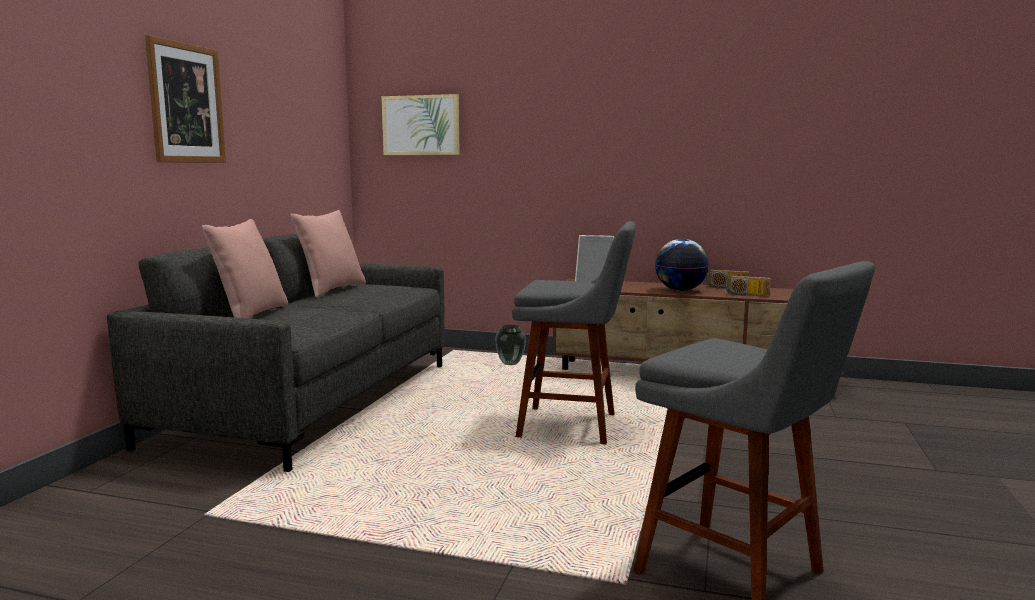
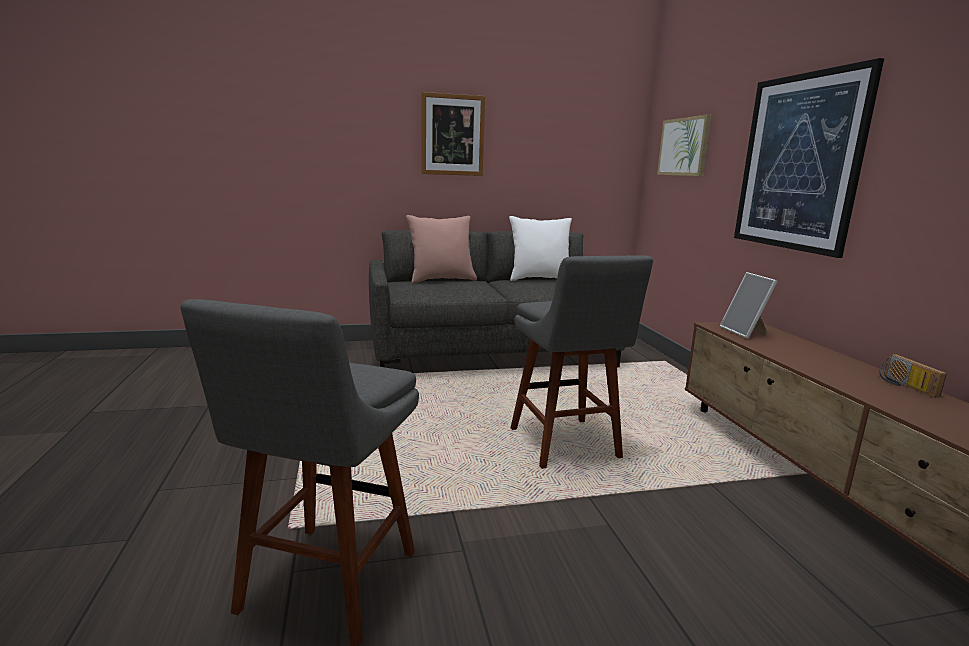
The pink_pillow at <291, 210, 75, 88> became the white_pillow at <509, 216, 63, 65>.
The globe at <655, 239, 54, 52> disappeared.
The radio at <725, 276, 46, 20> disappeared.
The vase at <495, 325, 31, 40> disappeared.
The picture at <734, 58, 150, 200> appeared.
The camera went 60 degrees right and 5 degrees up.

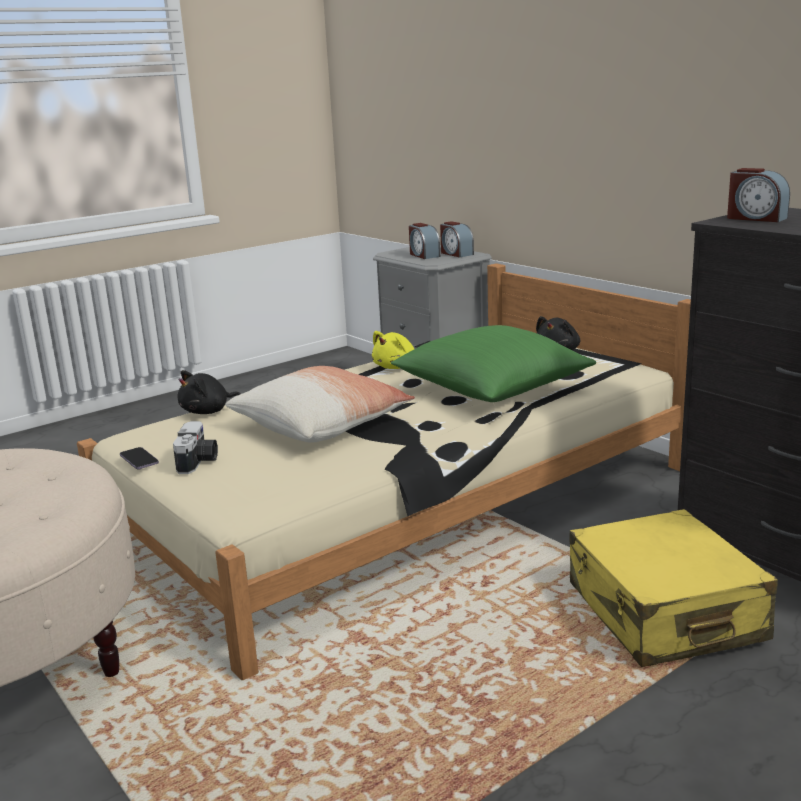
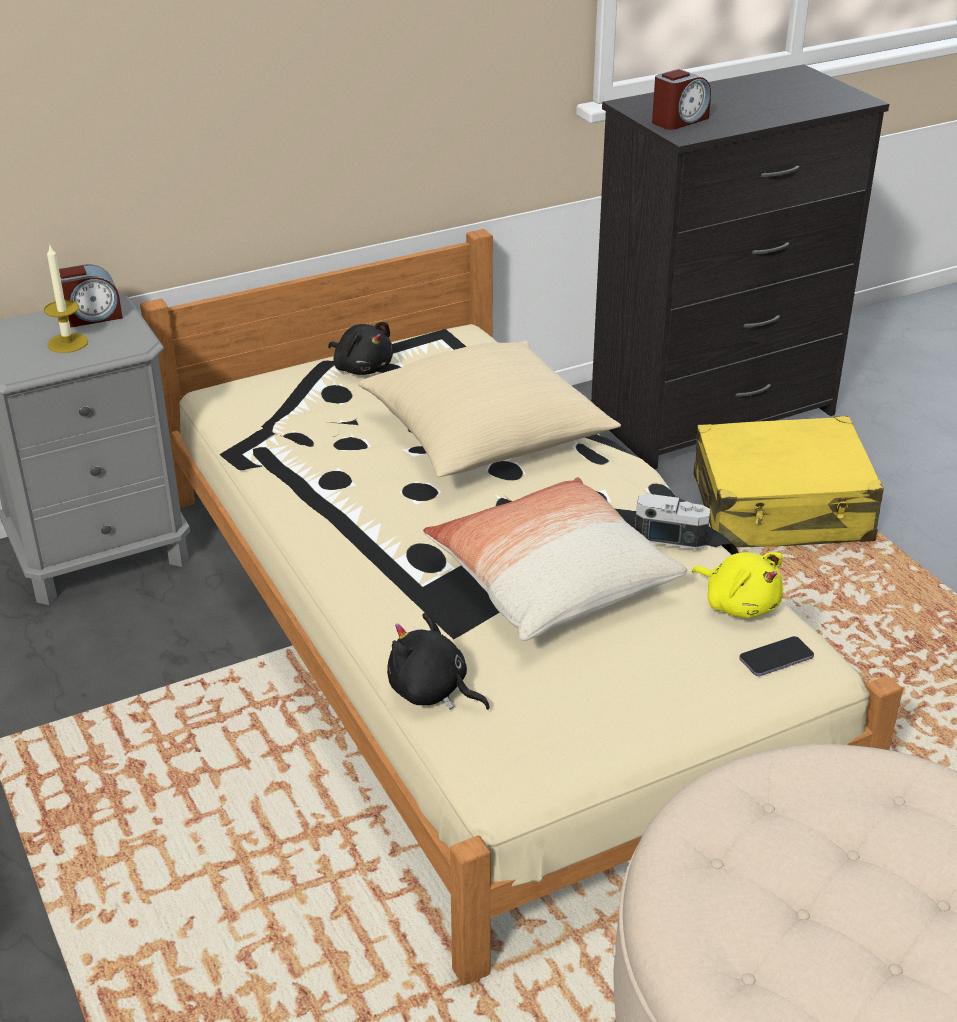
The alarm_clock at <409, 223, 31, 36> was replaced by the candle at <44, 246, 44, 107>.
The green_pillow at <391, 325, 205, 77> became the beige_pillow at <358, 341, 263, 136>.
The yellow_plush_toy moved from <372, 331, 42, 38> to <692, 552, 91, 66>.
The black_plush_toy at <178, 370, 63, 44> turned 150 degrees clockwise.
The photo_camera moved from <173, 421, 45, 53> to <635, 494, 76, 55>.
The phone moved from <120, 447, 39, 22> to <739, 636, 75, 40>.
The camera went 80 degrees left and 15 degrees up.

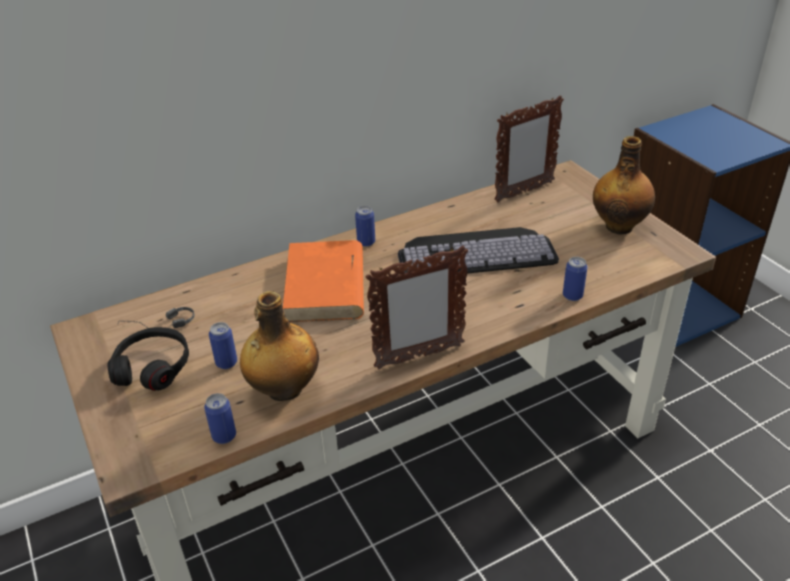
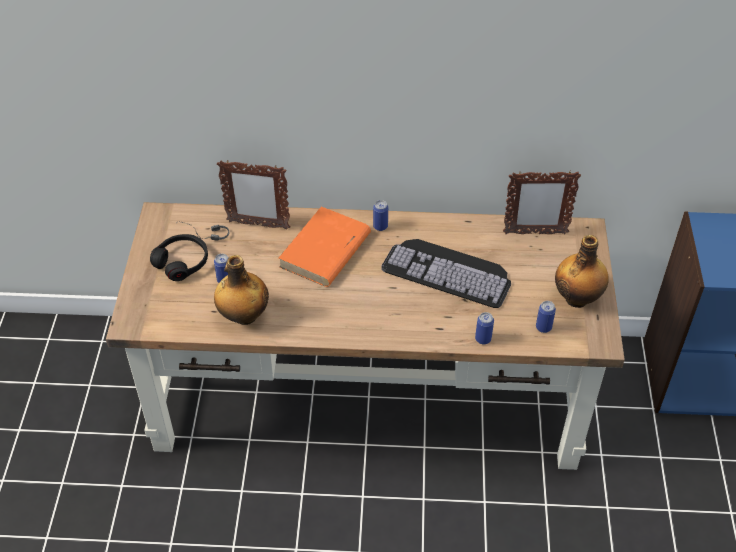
The picture_frame moved from <365, 245, 103, 125> to <217, 160, 74, 70>.
The can moved from <204, 393, 32, 51> to <536, 301, 20, 32>.
The camera went 30 degrees right and 10 degrees up.

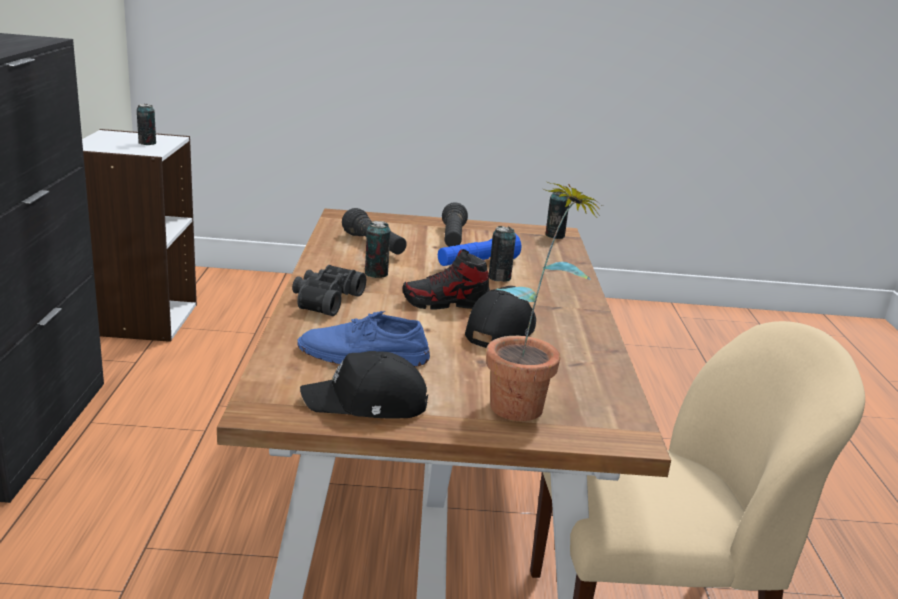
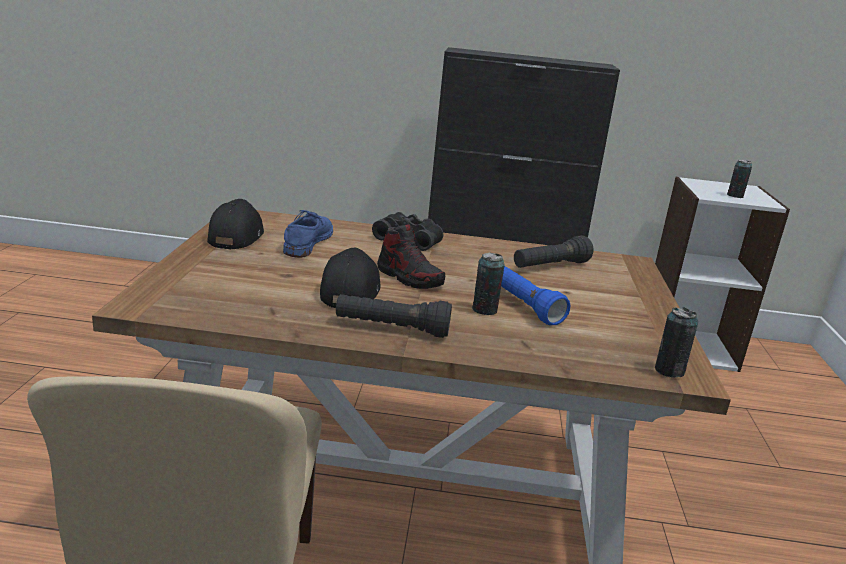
The potted_plant at <486, 181, 117, 240> disappeared.
The black_flashlight moved from <442, 202, 26, 45> to <336, 294, 116, 44>.
The can at <365, 221, 26, 57> disappeared.
The shoe at <403, 249, 87, 61> turned 135 degrees clockwise.
The black_cap at <465, 286, 71, 62> turned 120 degrees counterclockwise.
The camera went 95 degrees right and 0 degrees up.

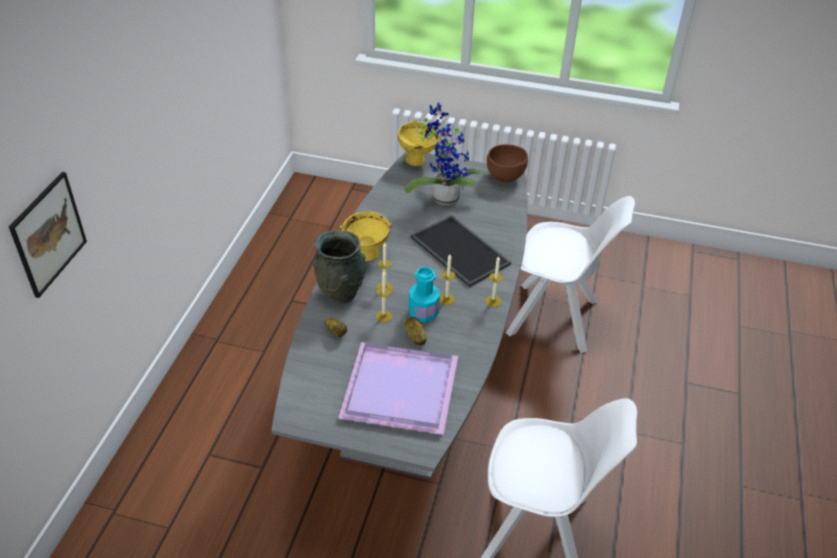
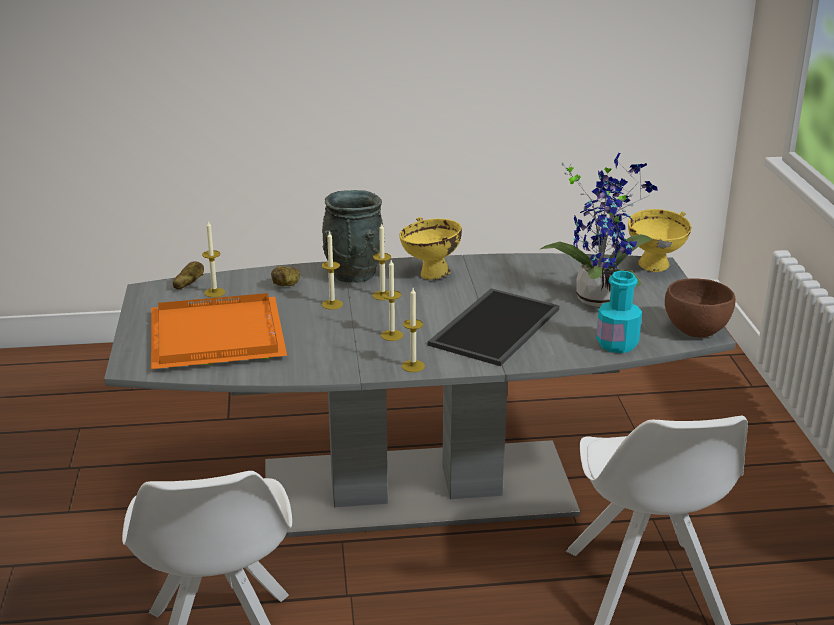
The picture at <9, 172, 78, 126> disappeared.
The turquoise_bottle moved from <409, 267, 31, 55> to <596, 271, 46, 82>.
The potato moved from <405, 317, 22, 28> to <173, 262, 31, 27>.
The purple_tray at <338, 342, 120, 93> became the orange_tray at <151, 293, 136, 76>.
The candle at <202, 221, 23, 77> appeared.
The camera went 70 degrees right and 15 degrees down.

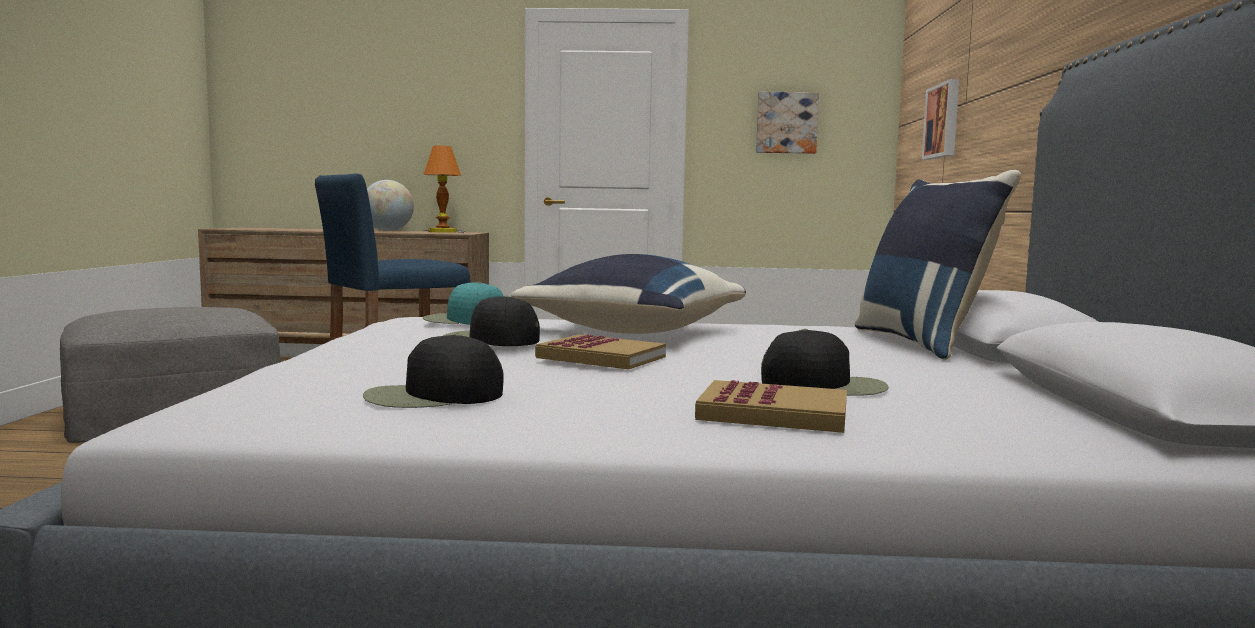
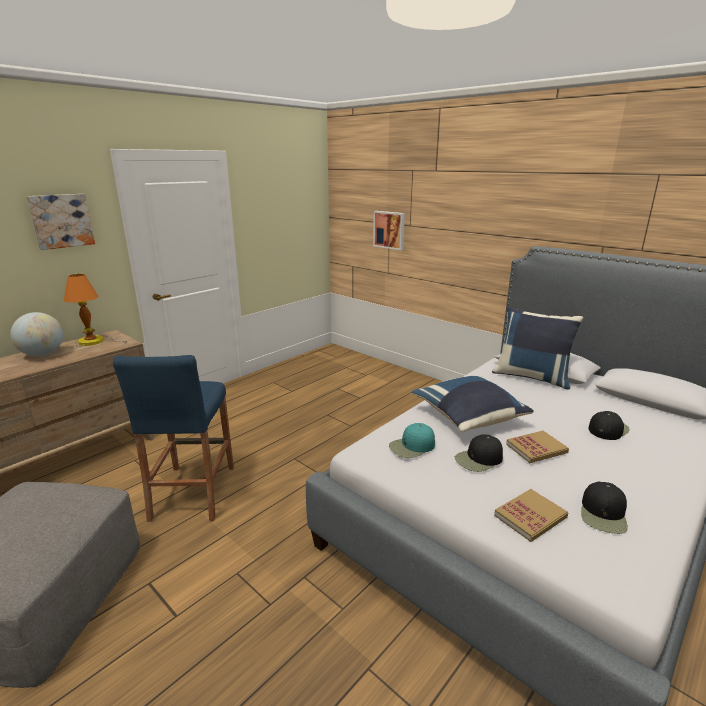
The picture moved from <756, 92, 63, 62> to <27, 194, 68, 56>.
The book moved from <695, 380, 152, 53> to <494, 489, 74, 53>.
The camera went 50 degrees left and 15 degrees up.

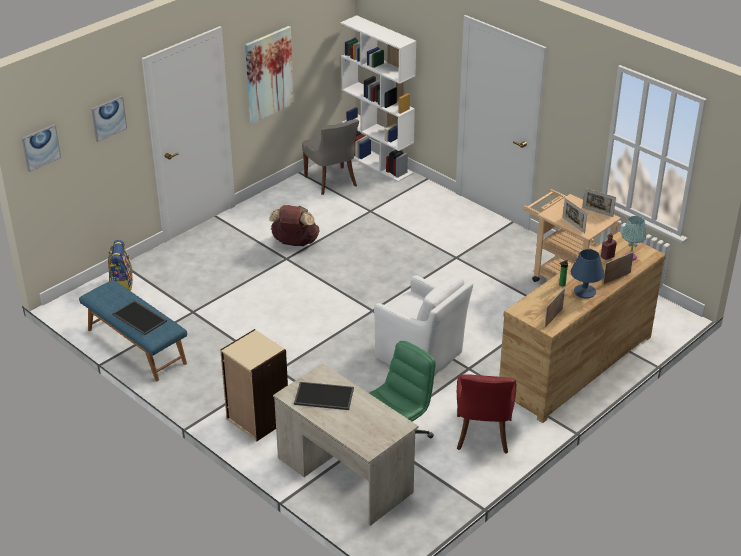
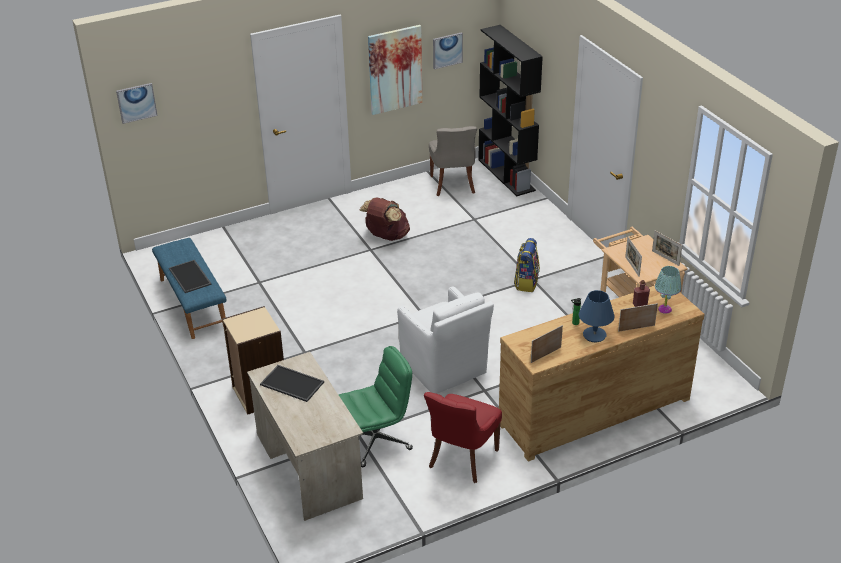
The white_bookcase at <341, 15, 75, 167> became the black_bookcase at <478, 25, 65, 171>.
The picture moved from <91, 96, 36, 46> to <433, 32, 30, 37>.
The backpack moved from <108, 240, 25, 51> to <514, 238, 26, 54>.
The camera went 20 degrees right and 0 degrees up.

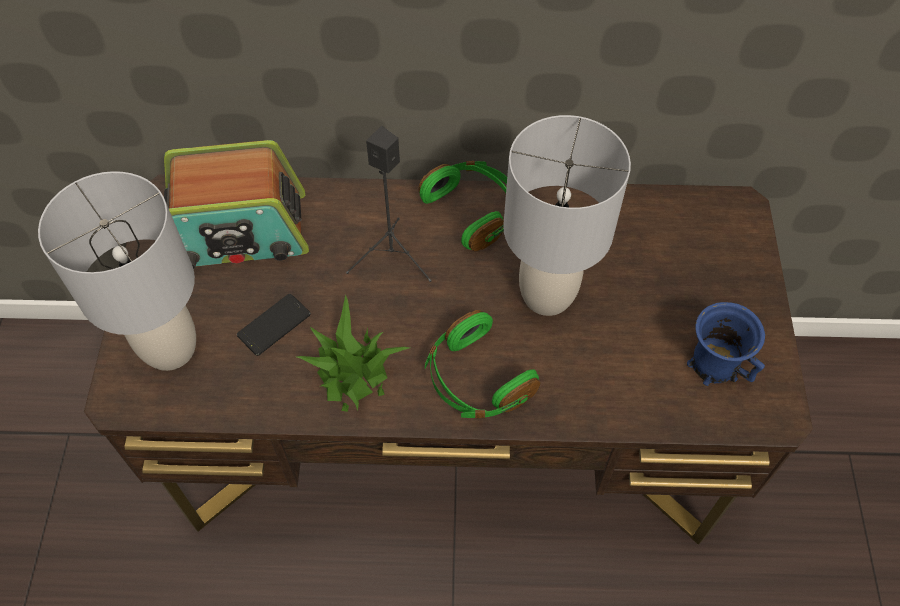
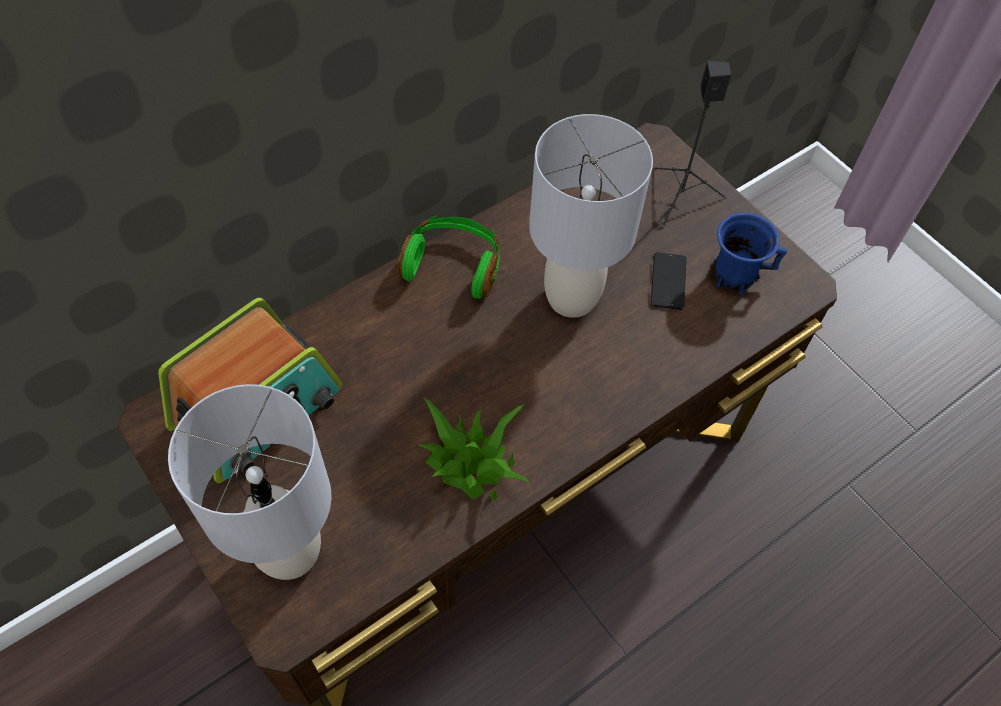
The black_speaker moved from <346, 126, 85, 156> to <653, 61, 78, 168>.
The phone moved from <237, 294, 74, 62> to <651, 252, 36, 58>.
The green_headphones at <425, 310, 115, 108> disappeared.
The camera went 40 degrees left and 0 degrees up.

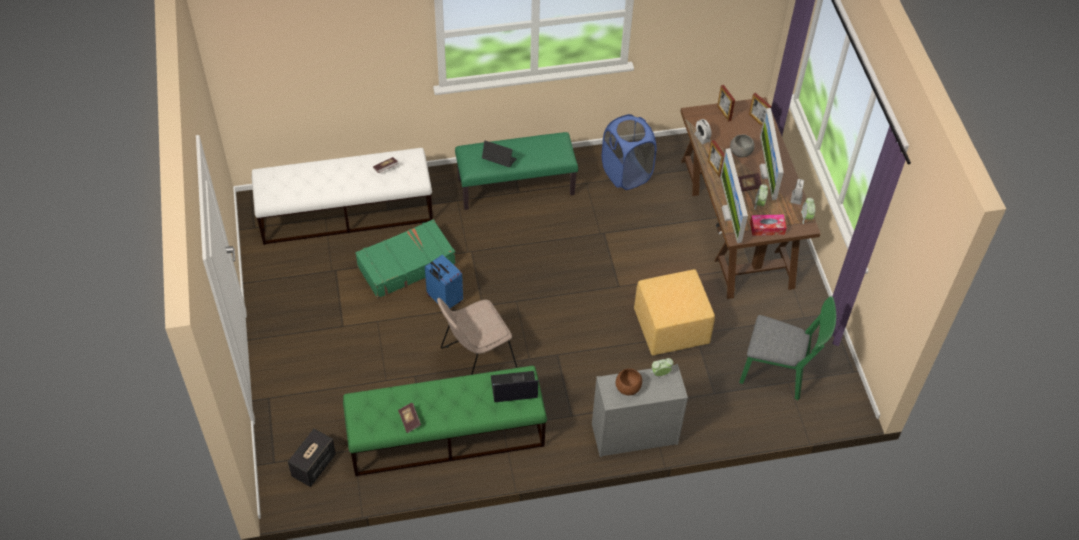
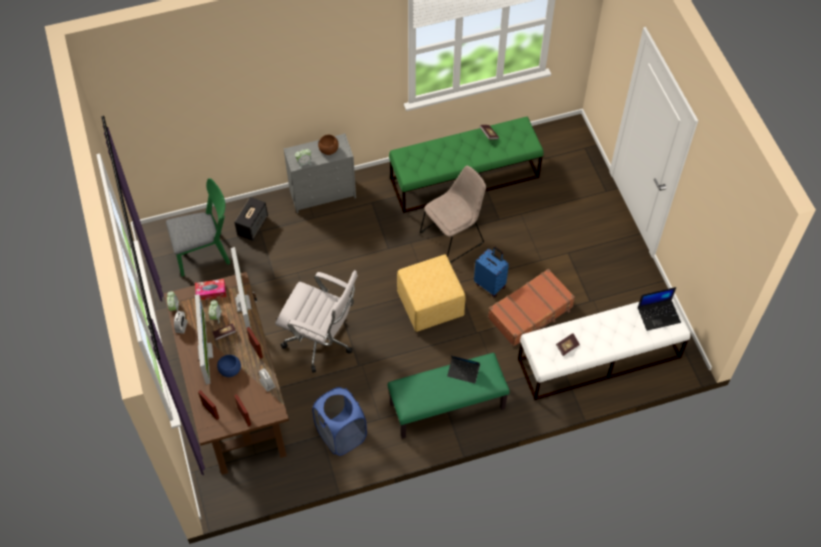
The grey_bowl at <730, 135, 25, 23> became the blue_bowl at <217, 355, 24, 22>.
The green_suitcase at <355, 219, 101, 80> became the brown_suitcase at <488, 269, 87, 78>.
The yellow_ottoman moved from <634, 269, 81, 86> to <397, 254, 69, 78>.
The green_chair at <739, 296, 97, 105> turned 150 degrees clockwise.
The laptop moved from <491, 371, 47, 31> to <638, 287, 43, 44>.
The speaker moved from <288, 429, 48, 58> to <234, 197, 34, 44>.
The white_office_chair at <275, 270, 83, 103> appeared.
The camera went 175 degrees right and 5 degrees up.

